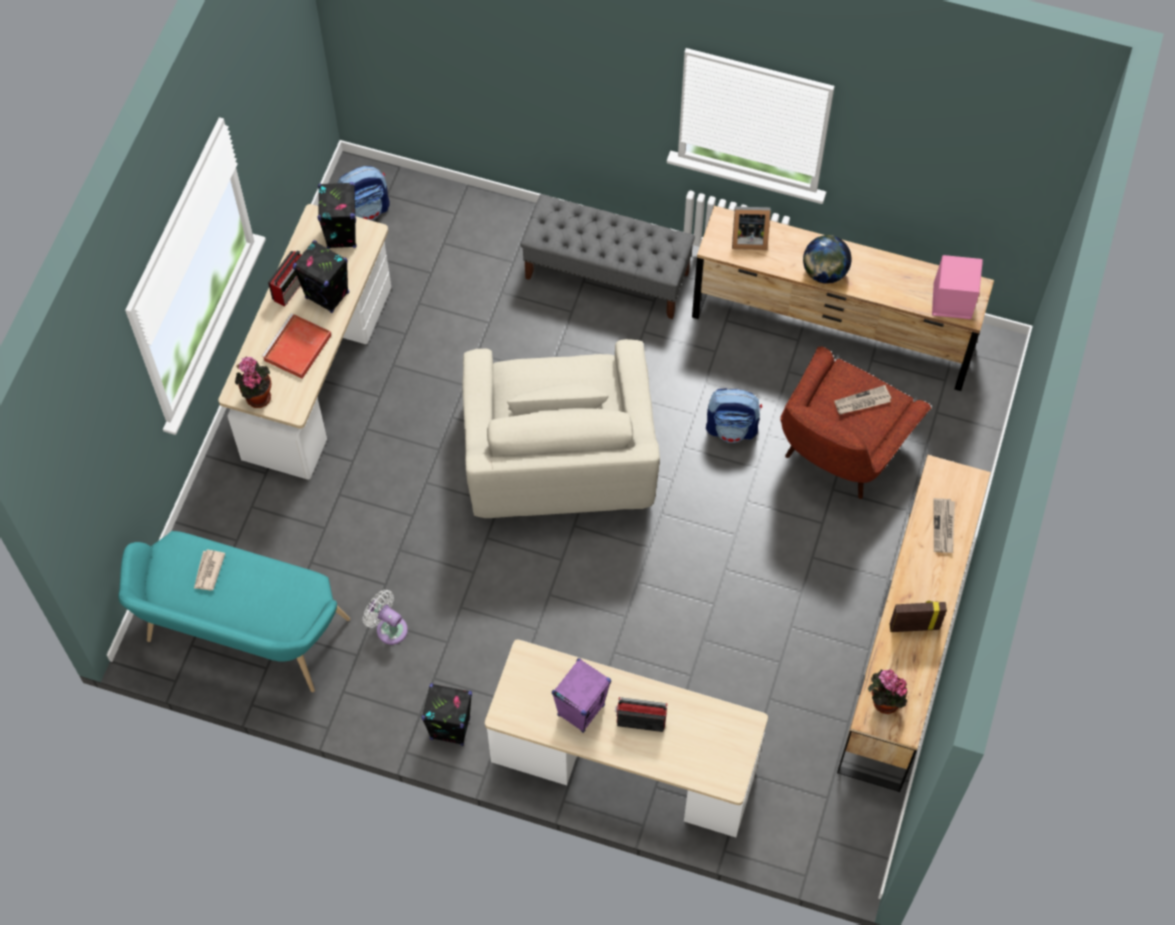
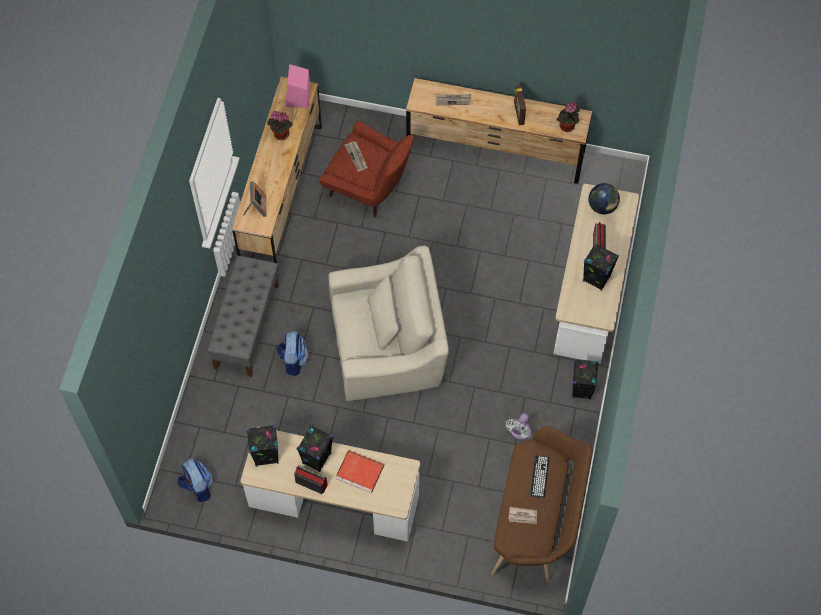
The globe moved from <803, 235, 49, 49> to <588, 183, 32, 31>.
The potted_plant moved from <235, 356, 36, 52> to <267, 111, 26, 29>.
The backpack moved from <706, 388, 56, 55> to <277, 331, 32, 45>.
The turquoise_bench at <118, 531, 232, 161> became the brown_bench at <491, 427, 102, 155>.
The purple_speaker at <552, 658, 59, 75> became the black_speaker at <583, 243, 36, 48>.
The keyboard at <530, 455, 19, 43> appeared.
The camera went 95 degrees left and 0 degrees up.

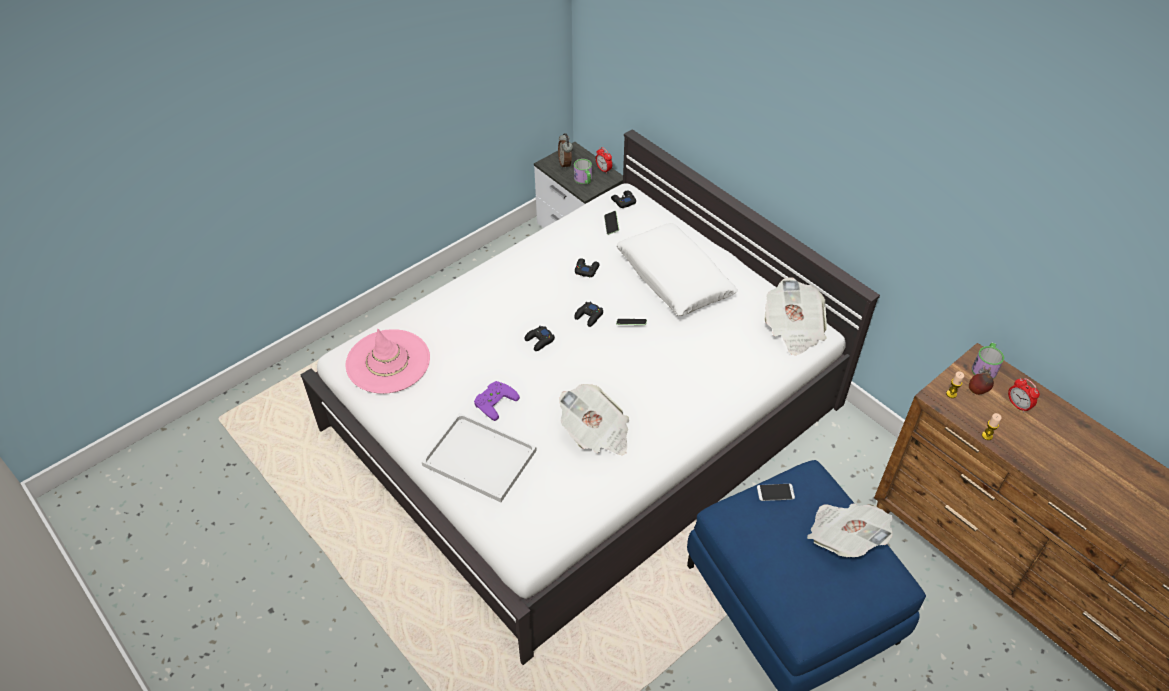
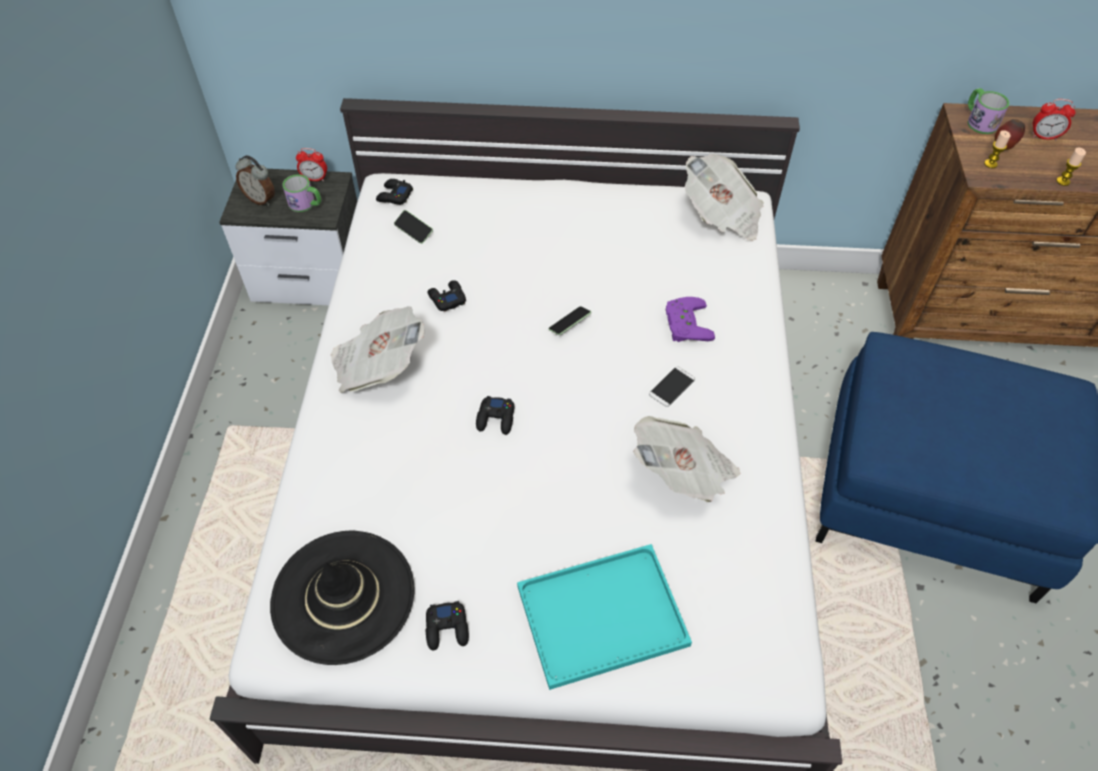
The white_pillow at <616, 223, 122, 93> disappeared.
The black_game_controller moved from <574, 302, 29, 25> to <426, 601, 43, 49>.
The pink_hat at <346, 329, 84, 65> became the black_hat at <270, 530, 144, 135>.
The purple_game_controller moved from <474, 381, 46, 40> to <665, 297, 50, 45>.
The white_tray at <422, 413, 115, 89> became the turquoise_tray at <517, 544, 175, 146>.
The phone moved from <757, 484, 38, 17> to <649, 366, 46, 41>.
The newspaper moved from <807, 503, 86, 54> to <330, 306, 94, 87>.
The camera went 45 degrees left and 5 degrees up.

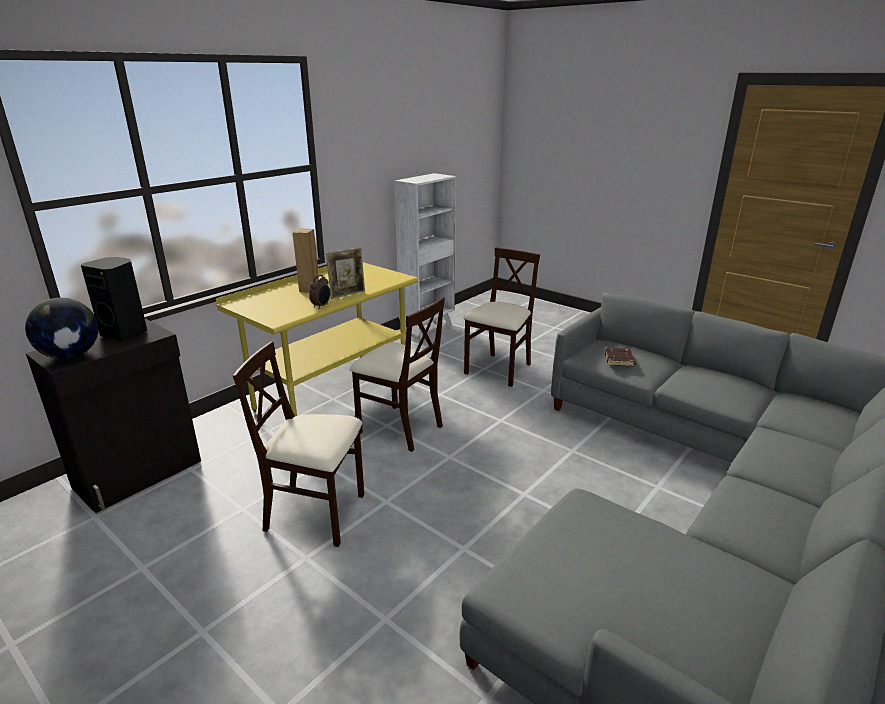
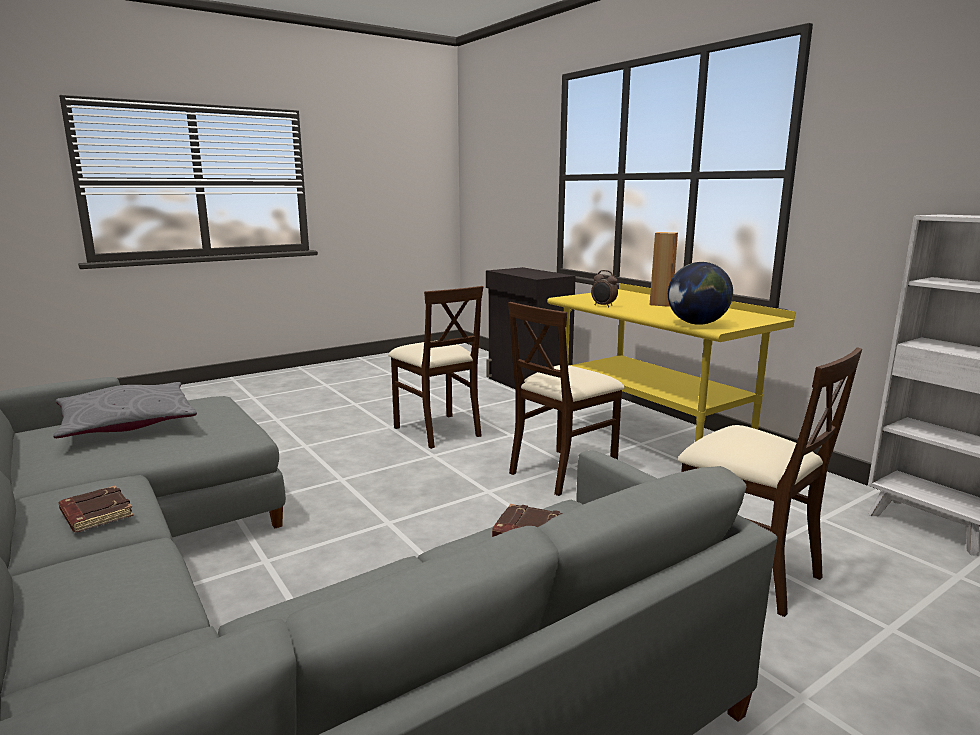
The picture_frame at <326, 247, 39, 52> disappeared.
The black_speaker at <81, 257, 66, 84> disappeared.
The globe moved from <25, 298, 73, 61> to <668, 262, 65, 63>.
The beige_chair at <233, 342, 131, 205> turned 120 degrees clockwise.
The grey_pillow at <53, 382, 144, 56> appeared.
The brown_book at <59, 486, 75, 46> appeared.
The camera went 105 degrees right and 10 degrees down.

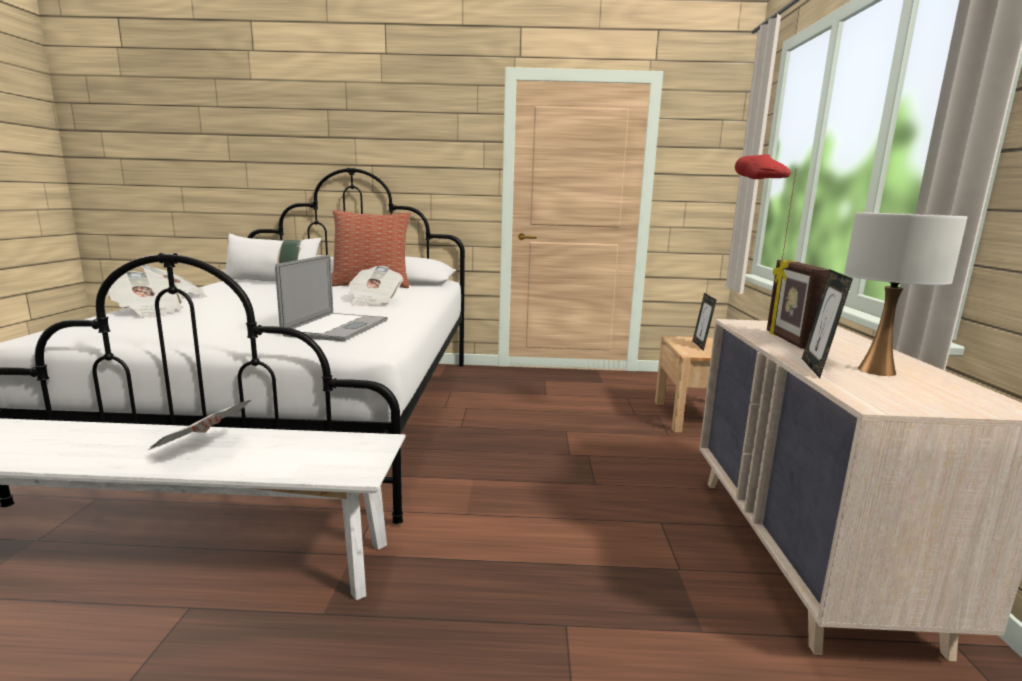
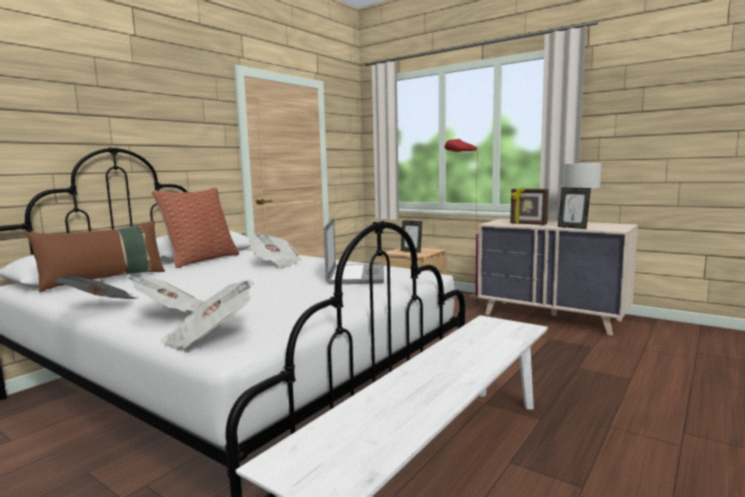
The white_pillow at <225, 233, 97, 48> became the brown_pillow at <26, 220, 139, 72>.
The laptop at <275, 255, 113, 86> turned 45 degrees clockwise.
The newspaper moved from <148, 400, 104, 50> to <161, 280, 93, 68>.
The camera went 55 degrees left and 5 degrees down.

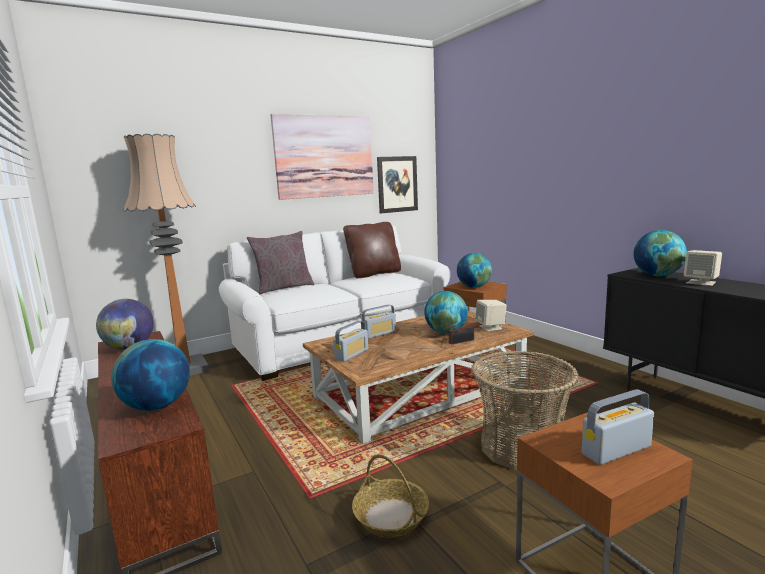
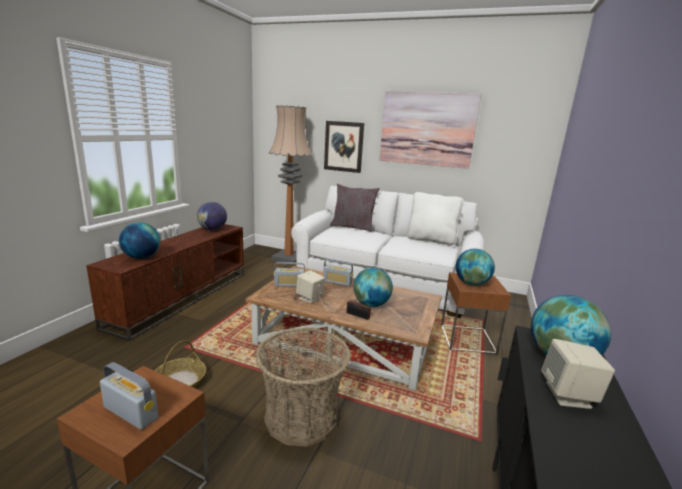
The picture moved from <377, 156, 41, 57> to <324, 121, 40, 52>.
The brown_pillow at <343, 222, 58, 57> became the white_pillow at <407, 192, 56, 54>.
The beige_speaker moved from <475, 300, 32, 31> to <296, 270, 29, 33>.
The camera went 50 degrees right and 5 degrees up.

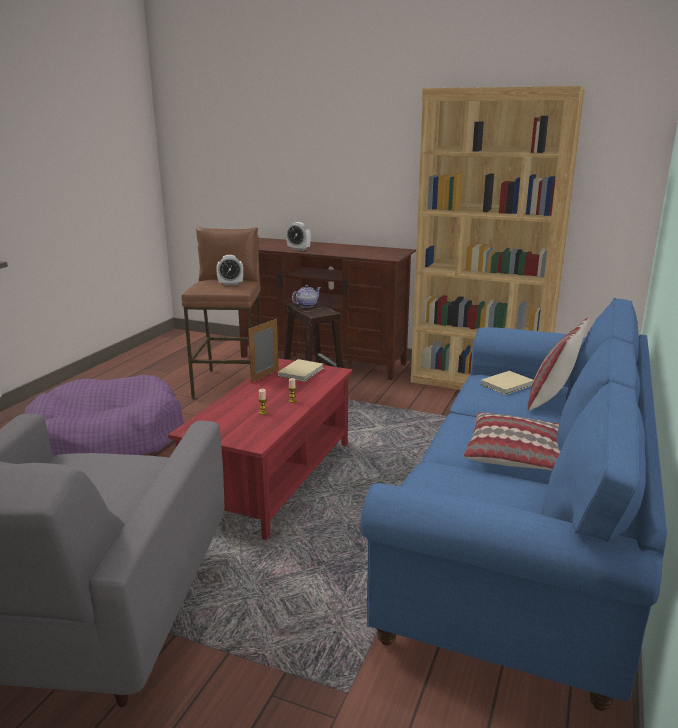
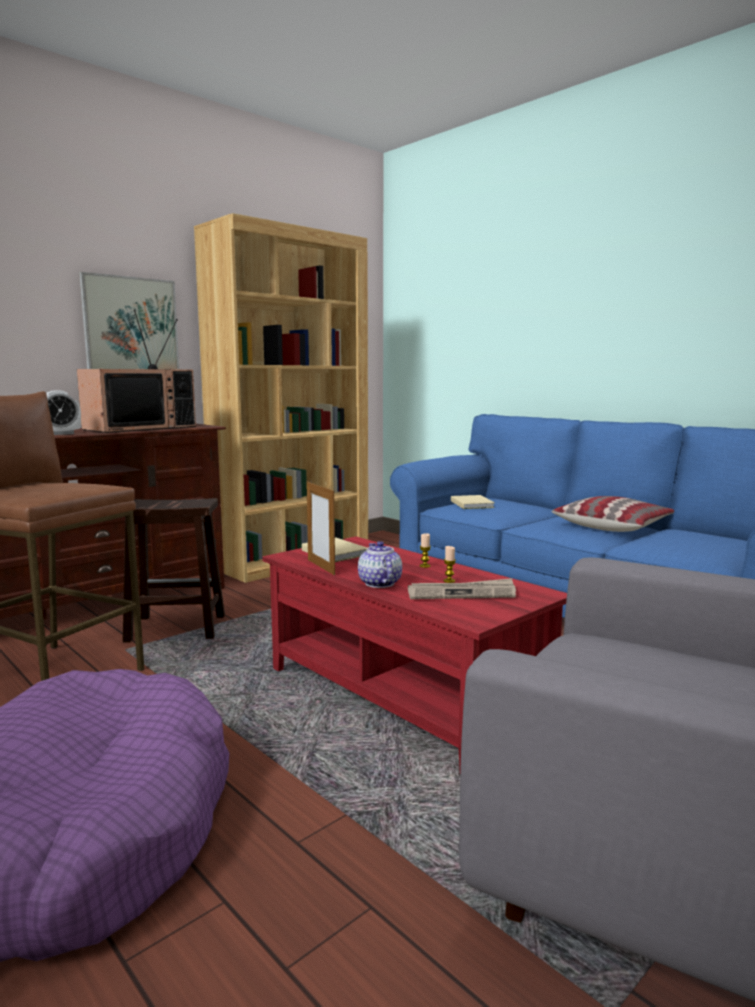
The alarm_clock at <216, 255, 27, 31> disappeared.
The teapot moved from <292, 285, 29, 23> to <358, 541, 44, 47>.
The pillow at <528, 318, 61, 93> disappeared.
The picture at <79, 272, 100, 97> appeared.
The television at <77, 309, 119, 124> appeared.
The newspaper at <408, 578, 108, 21> appeared.
The camera went 65 degrees left and 10 degrees down.

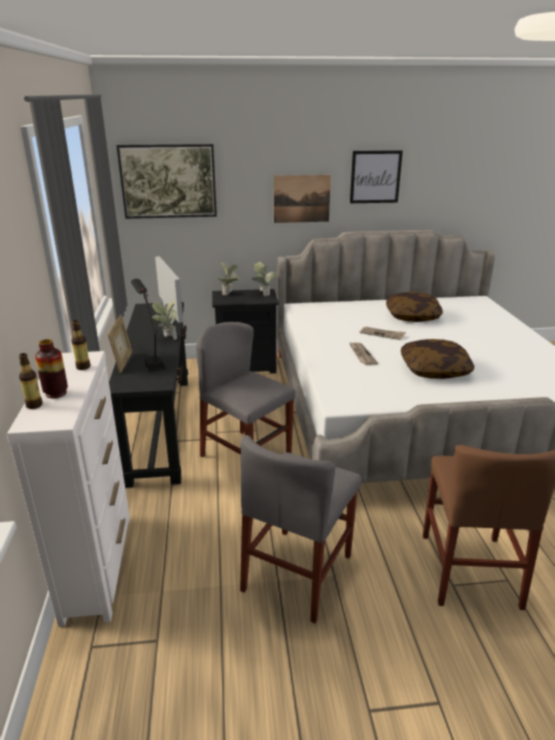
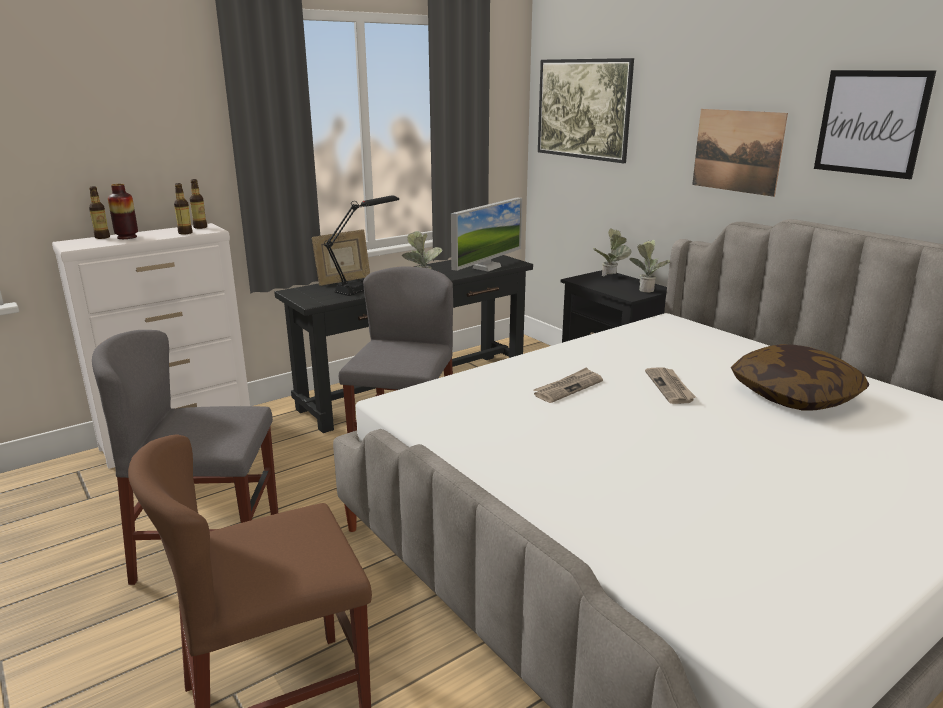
The pillow at <401, 339, 73, 40> disappeared.
The bottle at <190, 179, 17, 50> appeared.
The camera went 60 degrees right and 5 degrees down.

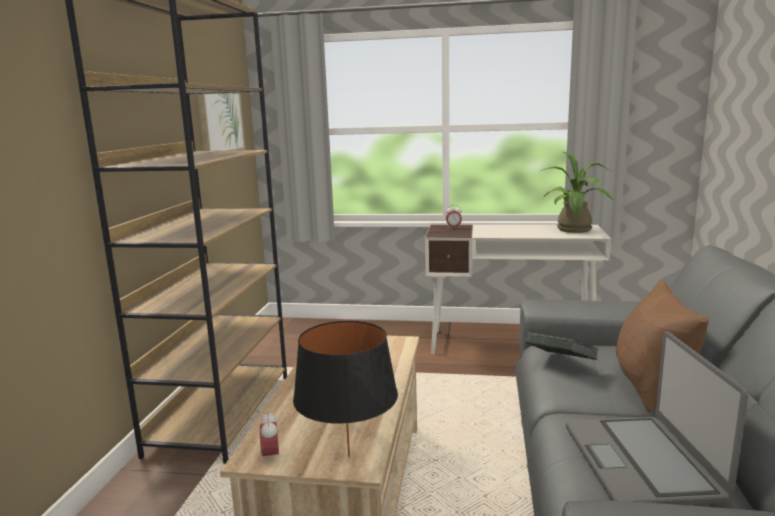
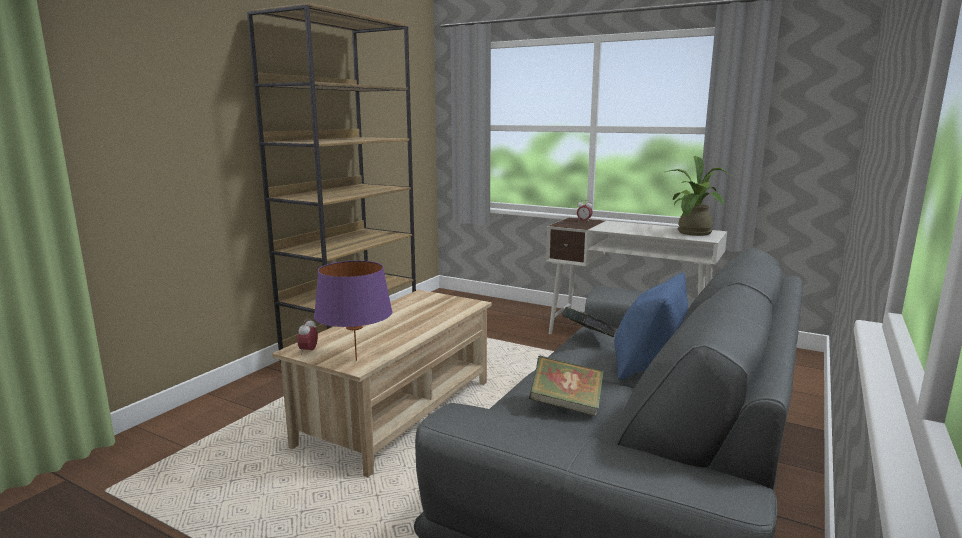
The picture at <197, 93, 49, 58> disappeared.
The brown_pillow at <616, 279, 93, 133> became the blue_pillow at <614, 272, 74, 108>.
The black_table_lamp at <293, 321, 105, 136> became the purple_table_lamp at <314, 261, 79, 100>.
The laptop at <566, 331, 182, 174> was replaced by the book at <529, 356, 75, 60>.
The camera went 20 degrees right and 0 degrees up.

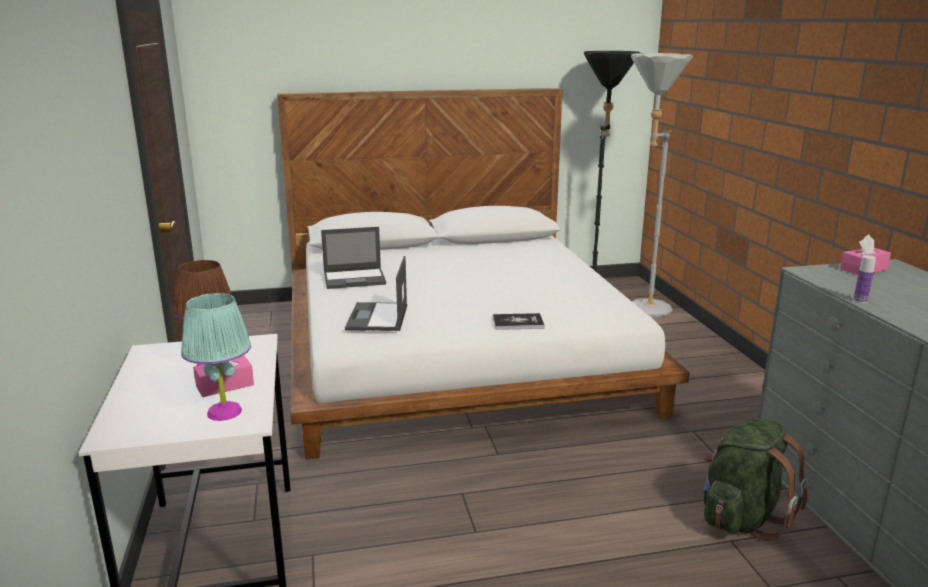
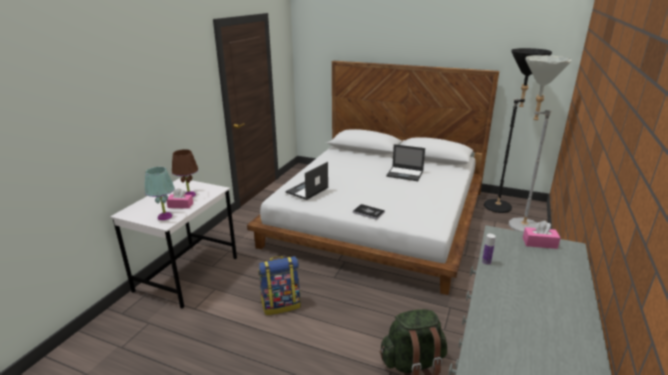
The laptop moved from <321, 227, 65, 62> to <386, 144, 39, 37>.
The backpack at <258, 256, 43, 59> appeared.
The camera went 35 degrees right and 5 degrees up.

